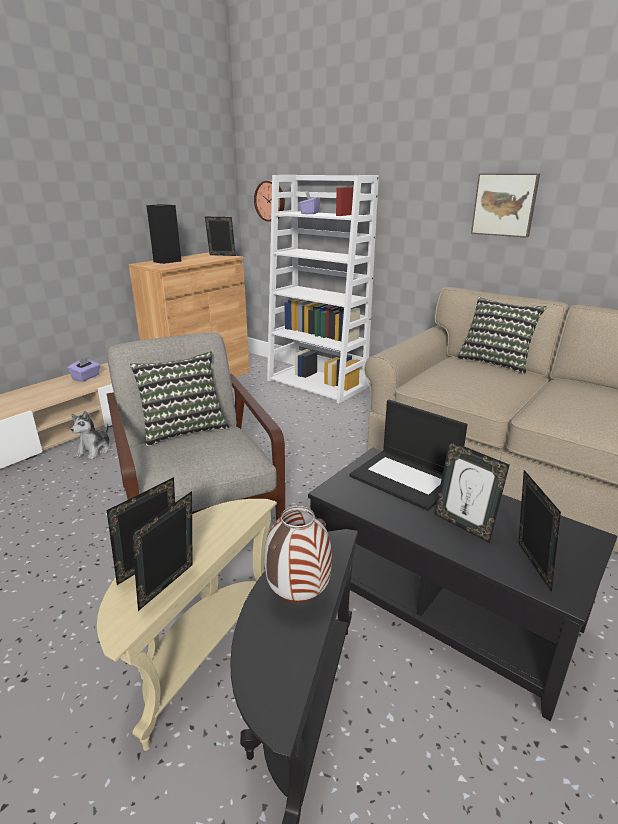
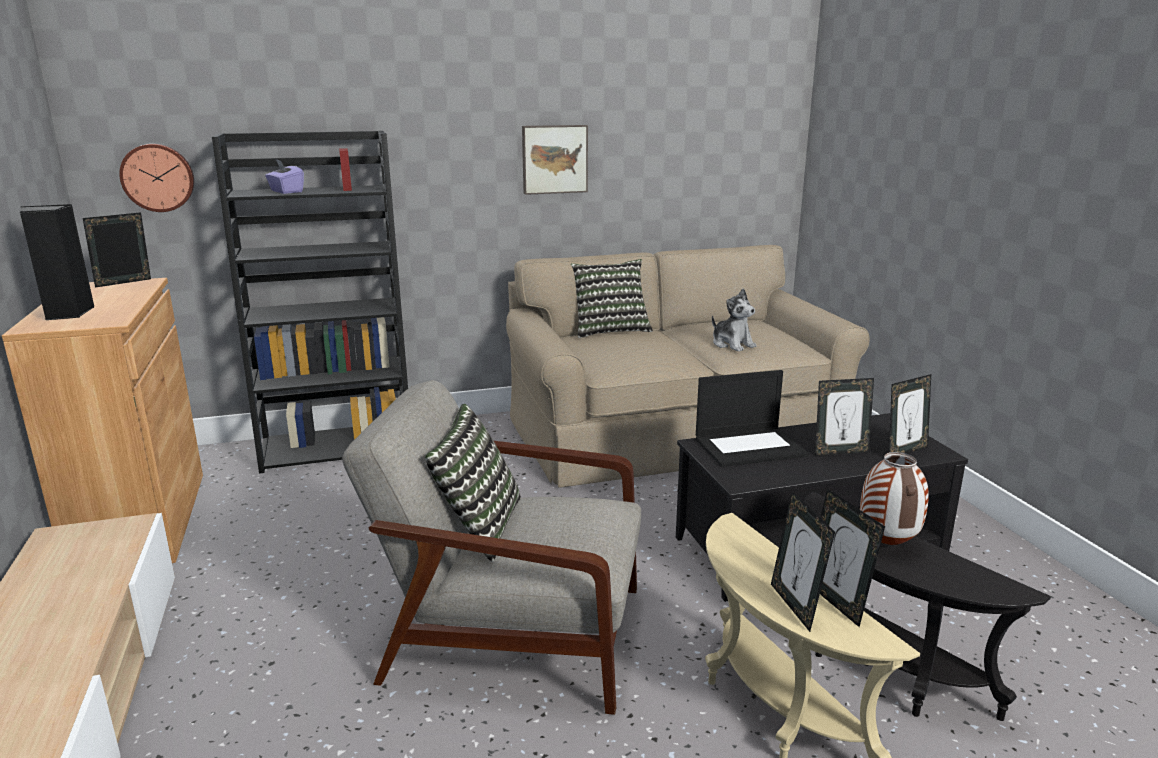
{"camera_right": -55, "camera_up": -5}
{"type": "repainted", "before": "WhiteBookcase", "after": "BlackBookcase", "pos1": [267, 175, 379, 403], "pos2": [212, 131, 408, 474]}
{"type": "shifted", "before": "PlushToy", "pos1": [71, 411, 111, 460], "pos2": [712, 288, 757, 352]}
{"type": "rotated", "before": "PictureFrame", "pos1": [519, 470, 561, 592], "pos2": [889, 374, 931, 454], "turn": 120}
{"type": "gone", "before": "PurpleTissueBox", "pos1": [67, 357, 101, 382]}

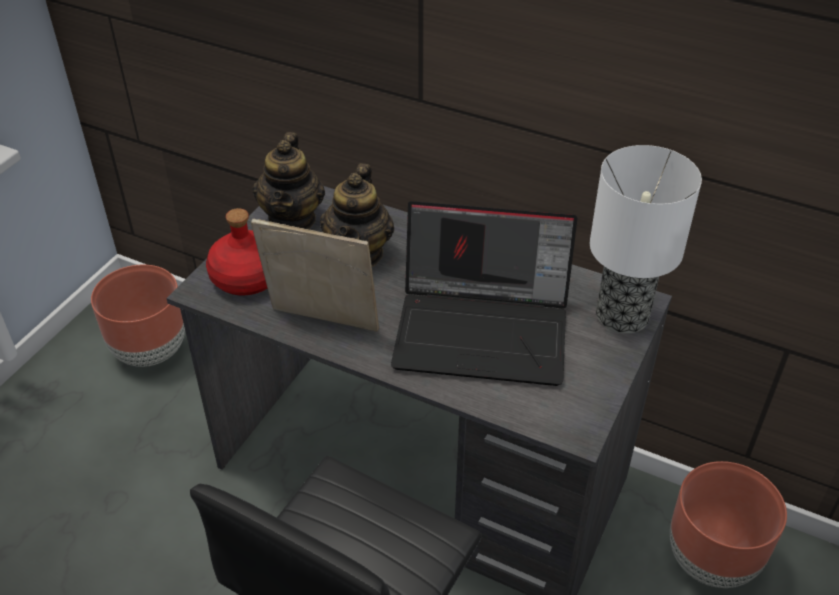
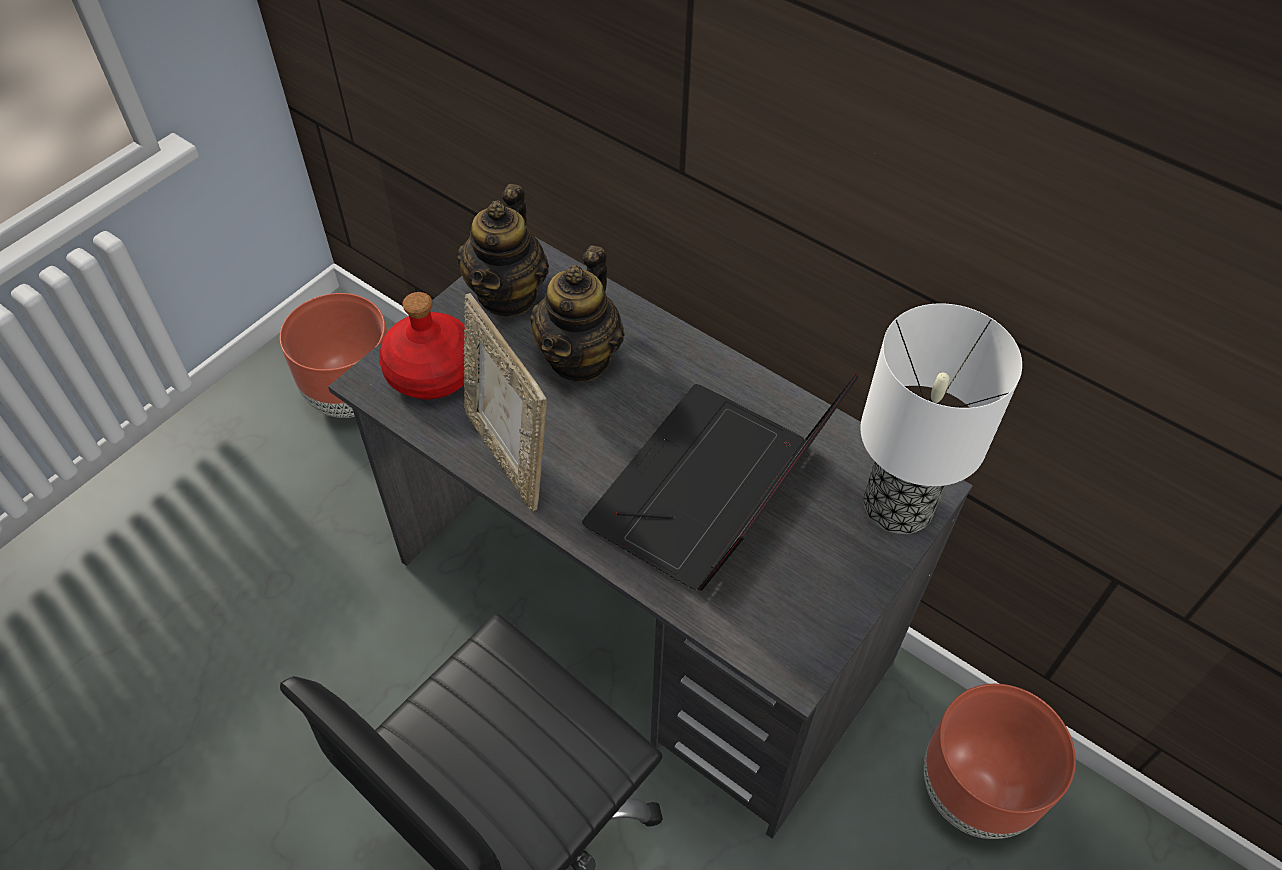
{"camera_right": 10, "camera_up": 10}
{"type": "rotated", "before": "PictureFrame", "pos1": [251, 219, 379, 331], "pos2": [464, 293, 547, 511], "turn": -150}
{"type": "rotated", "before": "Laptop", "pos1": [391, 201, 578, 386], "pos2": [582, 374, 858, 591], "turn": 105}

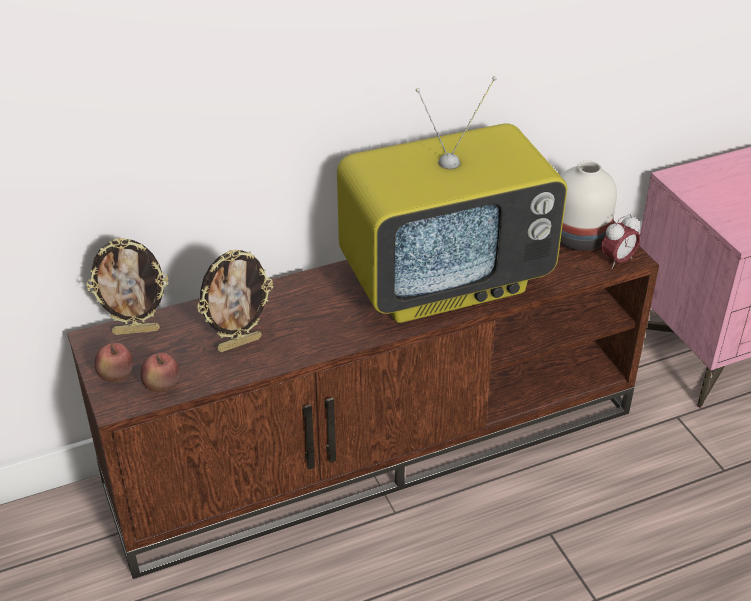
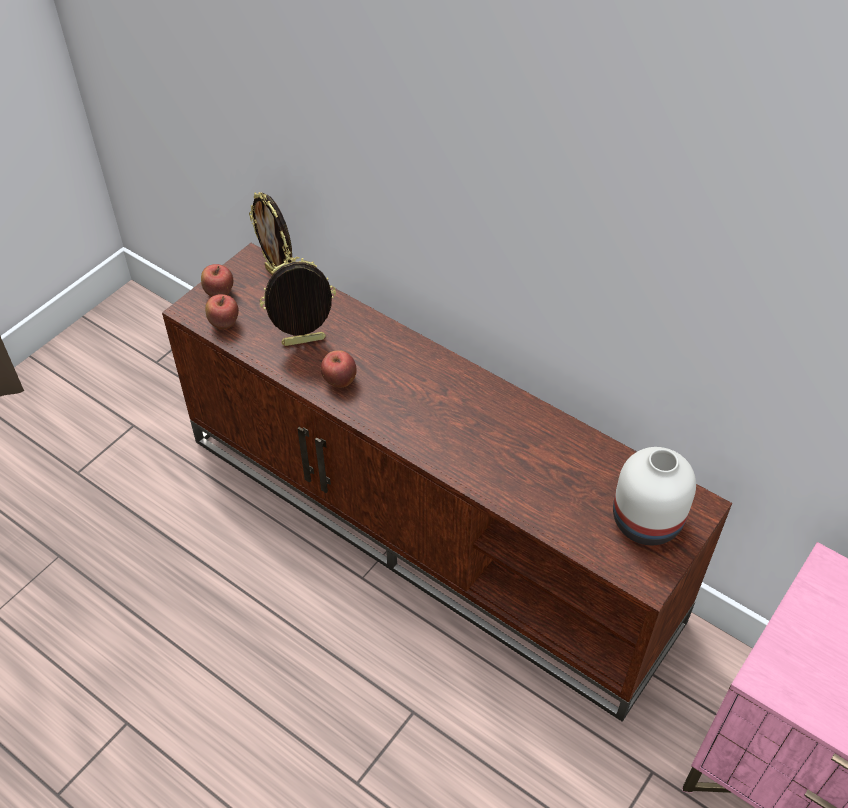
{"camera_right": 60, "camera_up": 10}
{"type": "rotated", "before": "PictureFrame", "pos1": [197, 250, 273, 352], "pos2": [260, 257, 336, 346], "turn": 135}
{"type": "new", "after": "Apple", "pos2": [321, 350, 357, 387]}
{"type": "gone", "before": "Television", "pos1": [337, 76, 567, 323]}
{"type": "gone", "before": "AlarmClock", "pos1": [601, 214, 640, 269]}

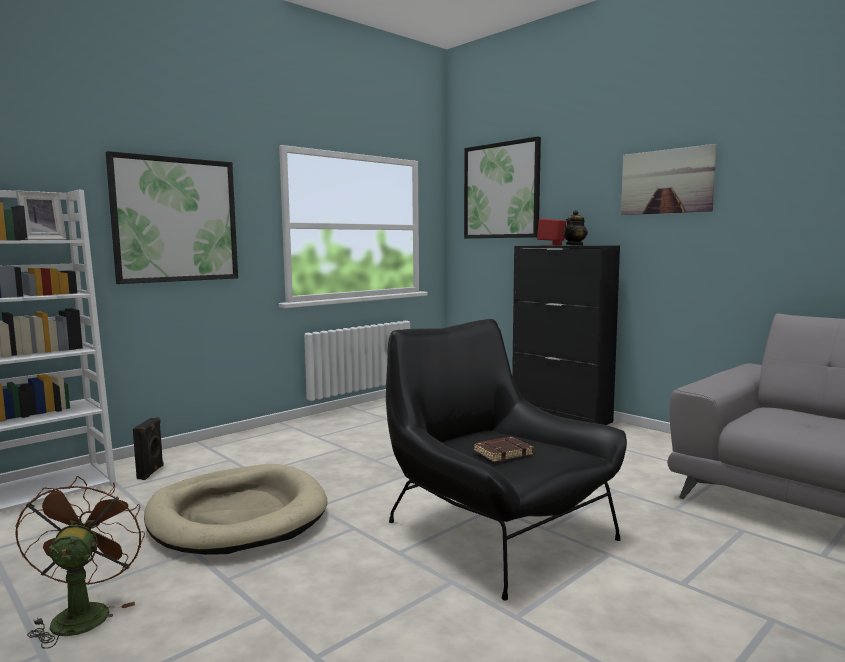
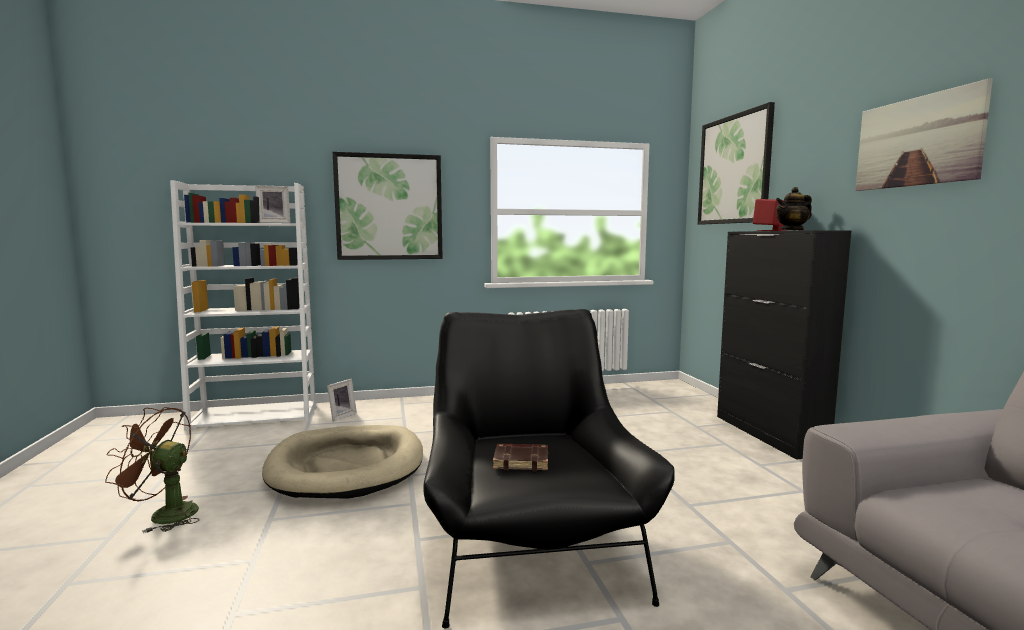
{"camera_right": 30, "camera_up": 0}
{"type": "rotated", "before": "BrownFan", "pos1": [15, 476, 145, 649], "pos2": [105, 407, 199, 533], "turn": -105}
{"type": "swapped", "before": "BlackSpeaker", "after": "PictureFrame", "pos1": [133, 417, 164, 480], "pos2": [327, 379, 357, 422]}

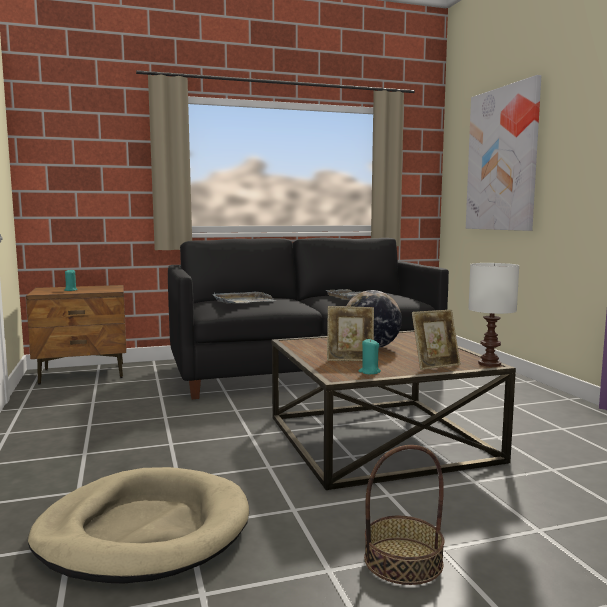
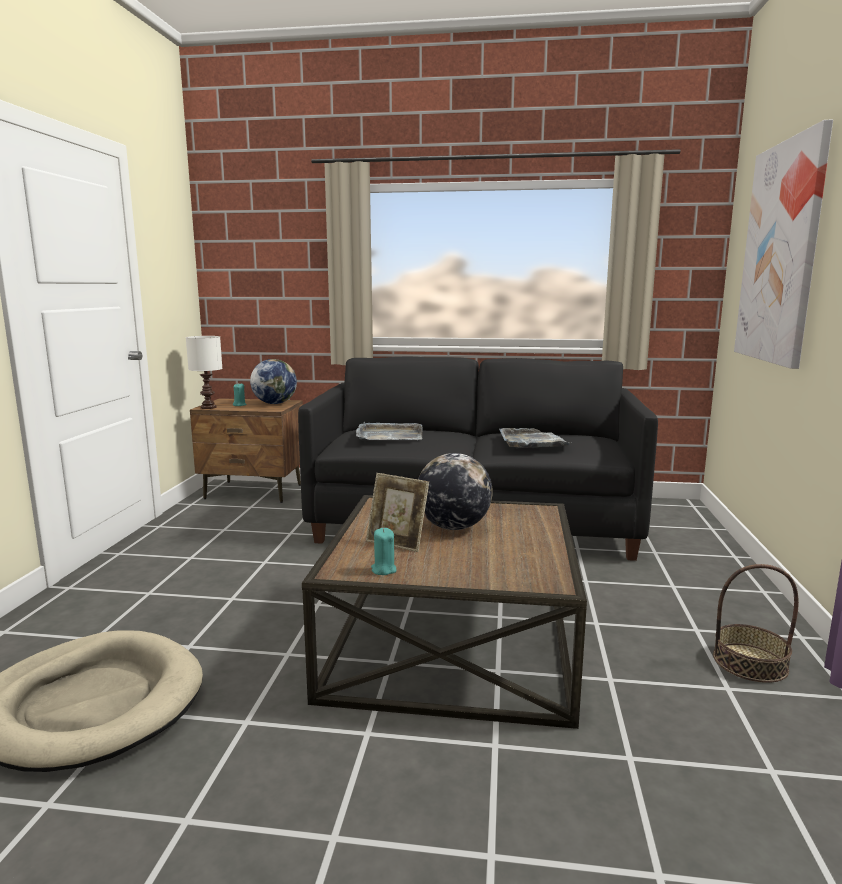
{"camera_right": 25, "camera_up": 5}
{"type": "shifted", "before": "WhiteTableLamp", "pos1": [468, 263, 519, 367], "pos2": [186, 336, 223, 409]}
{"type": "new", "after": "Globe", "pos2": [250, 359, 297, 404]}
{"type": "shifted", "before": "Basket", "pos1": [364, 445, 444, 585], "pos2": [713, 564, 799, 683]}
{"type": "gone", "before": "PictureFrame", "pos1": [412, 310, 461, 370]}

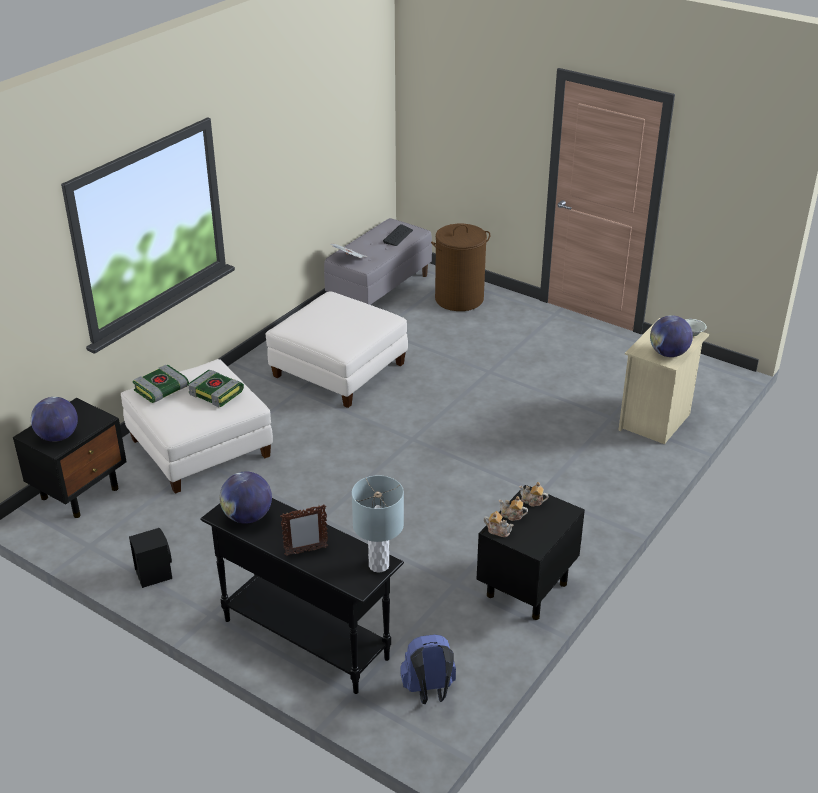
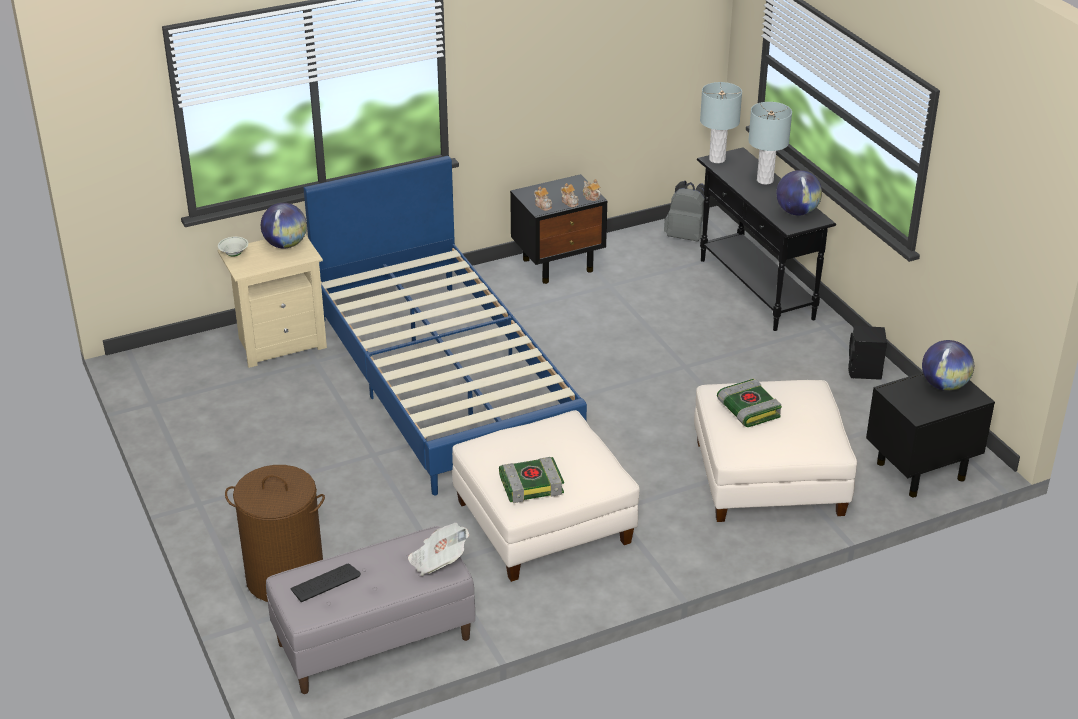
{"camera_right": -150, "camera_up": 0}
{"type": "new", "after": "BlueBed", "pos2": [304, 156, 587, 496]}
{"type": "shifted", "before": "Book", "pos1": [132, 365, 189, 403], "pos2": [499, 457, 564, 503]}
{"type": "repainted", "before": "BlueBackpack", "after": "GreyBackpack", "pos1": [400, 634, 456, 704], "pos2": [664, 181, 708, 242]}
{"type": "swapped", "before": "PictureFrame", "after": "GreyTableLamp", "pos1": [280, 504, 328, 556], "pos2": [748, 102, 792, 185]}

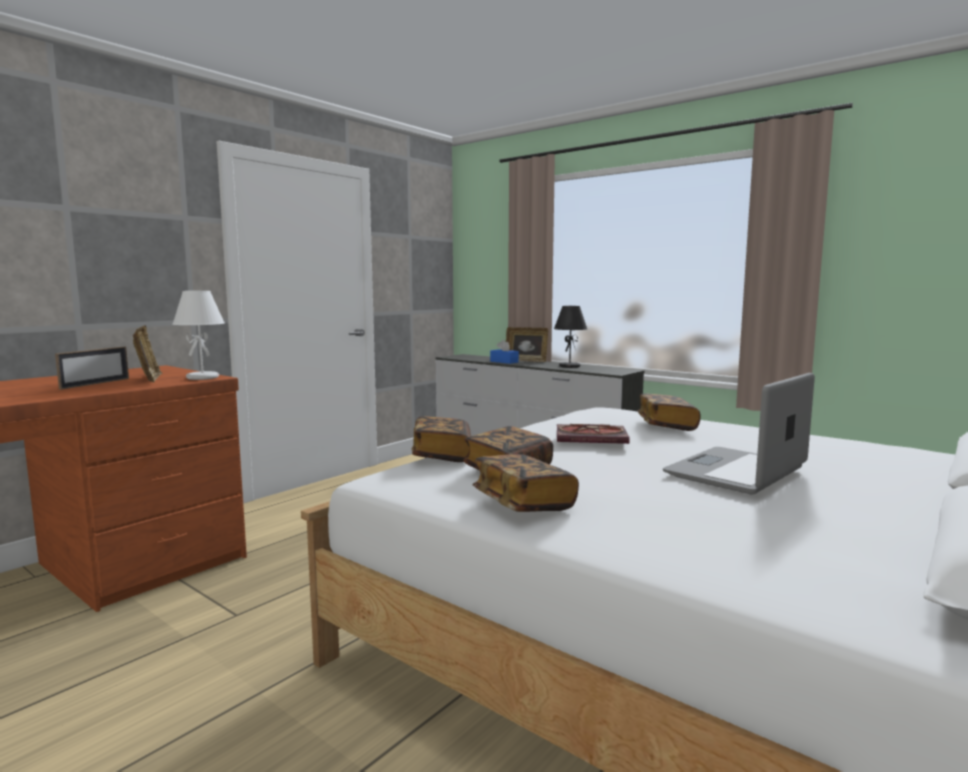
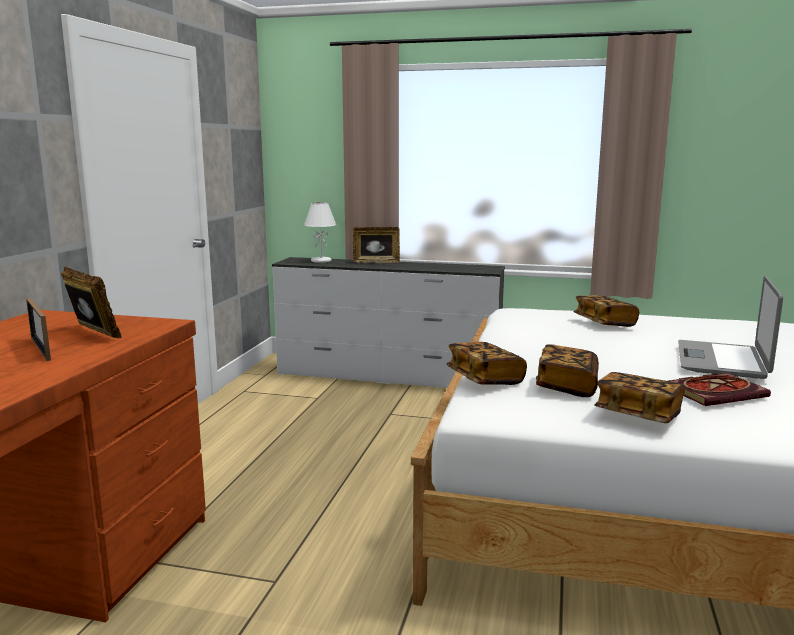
{"camera_right": -25, "camera_up": 5}
{"type": "rotated", "before": "PictureFrame", "pos1": [55, 347, 129, 390], "pos2": [26, 298, 51, 361], "turn": 150}
{"type": "shifted", "before": "WhiteTableLamp", "pos1": [172, 291, 225, 380], "pos2": [304, 202, 336, 263]}
{"type": "shifted", "before": "Book", "pos1": [557, 424, 630, 444], "pos2": [669, 373, 771, 406]}
{"type": "gone", "before": "BlueTissueBox", "pos1": [490, 340, 519, 364]}
{"type": "gone", "before": "BlackTableLamp", "pos1": [554, 306, 587, 368]}

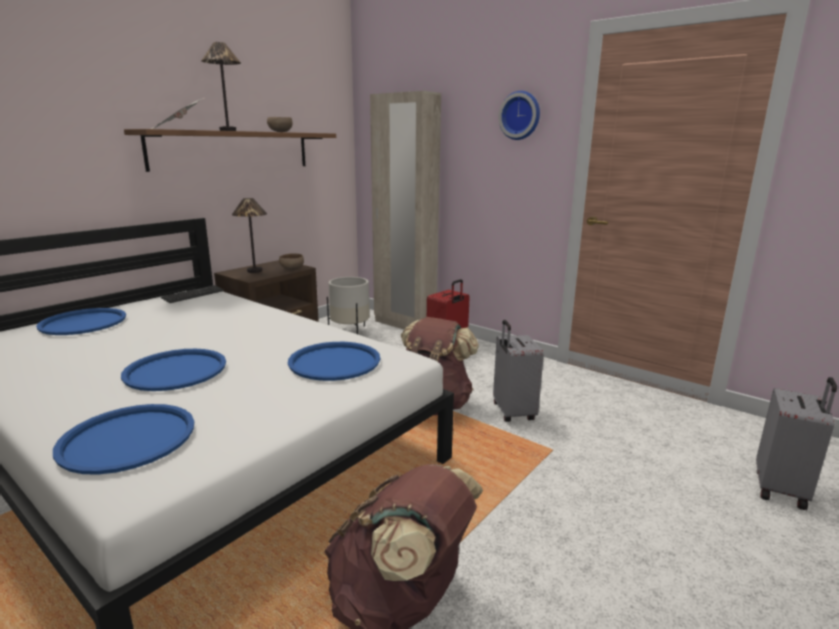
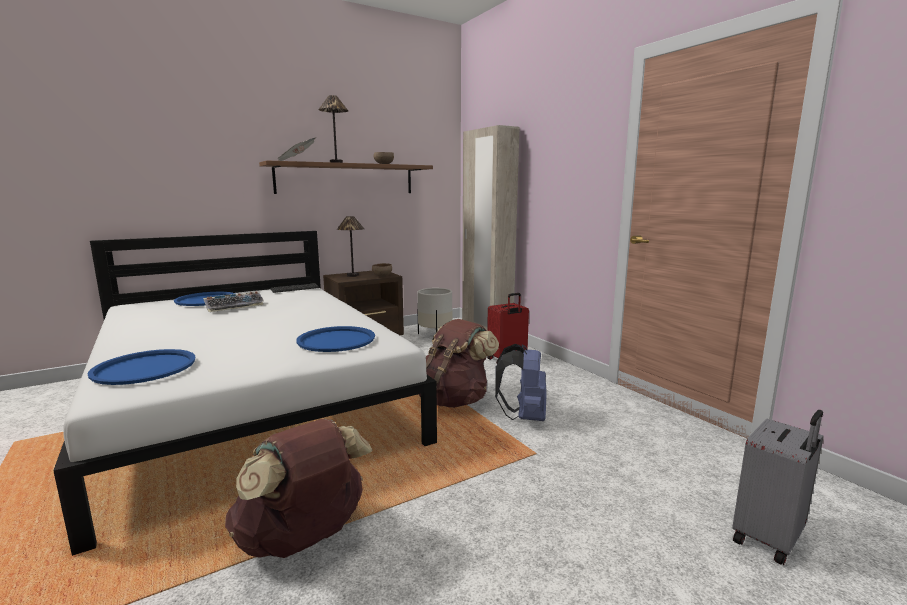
{"camera_right": 20, "camera_up": -5}
{"type": "new", "after": "Keyboard", "pos2": [203, 291, 264, 312]}
{"type": "swapped", "before": "GreySuitcase", "after": "BlueBackpack", "pos1": [493, 320, 544, 422], "pos2": [495, 344, 547, 421]}
{"type": "gone", "before": "BlueTray", "pos1": [121, 349, 226, 391]}
{"type": "gone", "before": "WallClock", "pos1": [498, 91, 540, 140]}

